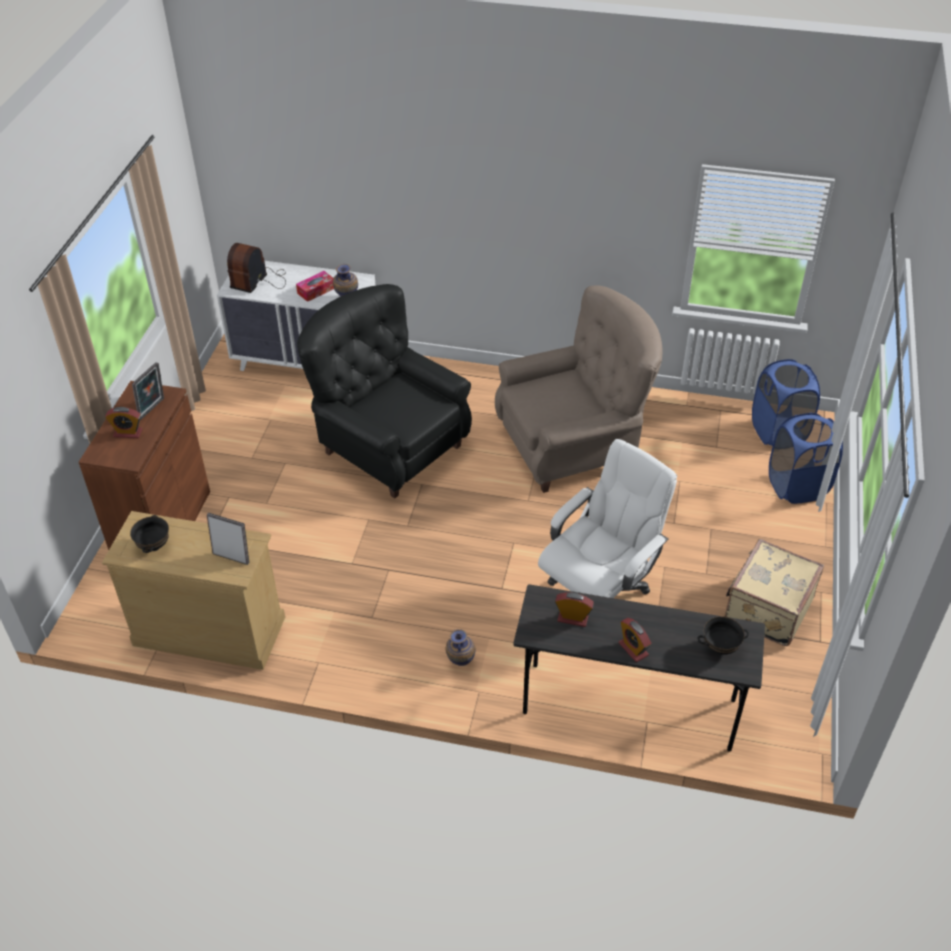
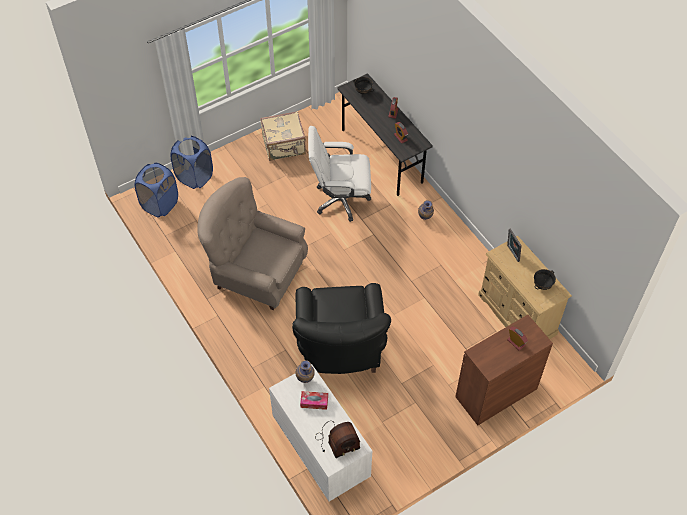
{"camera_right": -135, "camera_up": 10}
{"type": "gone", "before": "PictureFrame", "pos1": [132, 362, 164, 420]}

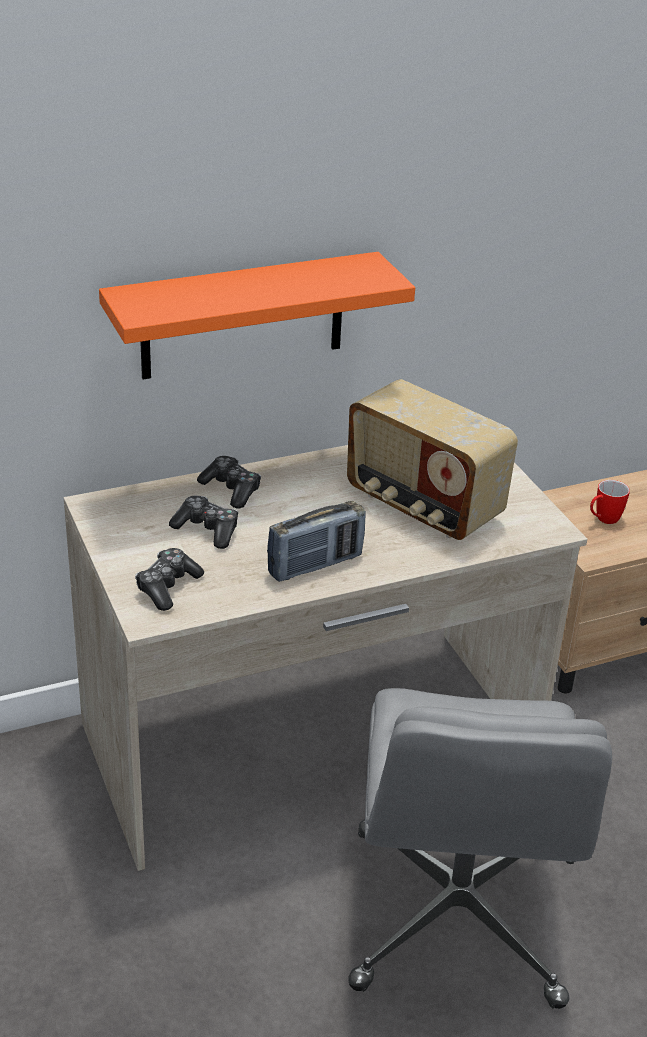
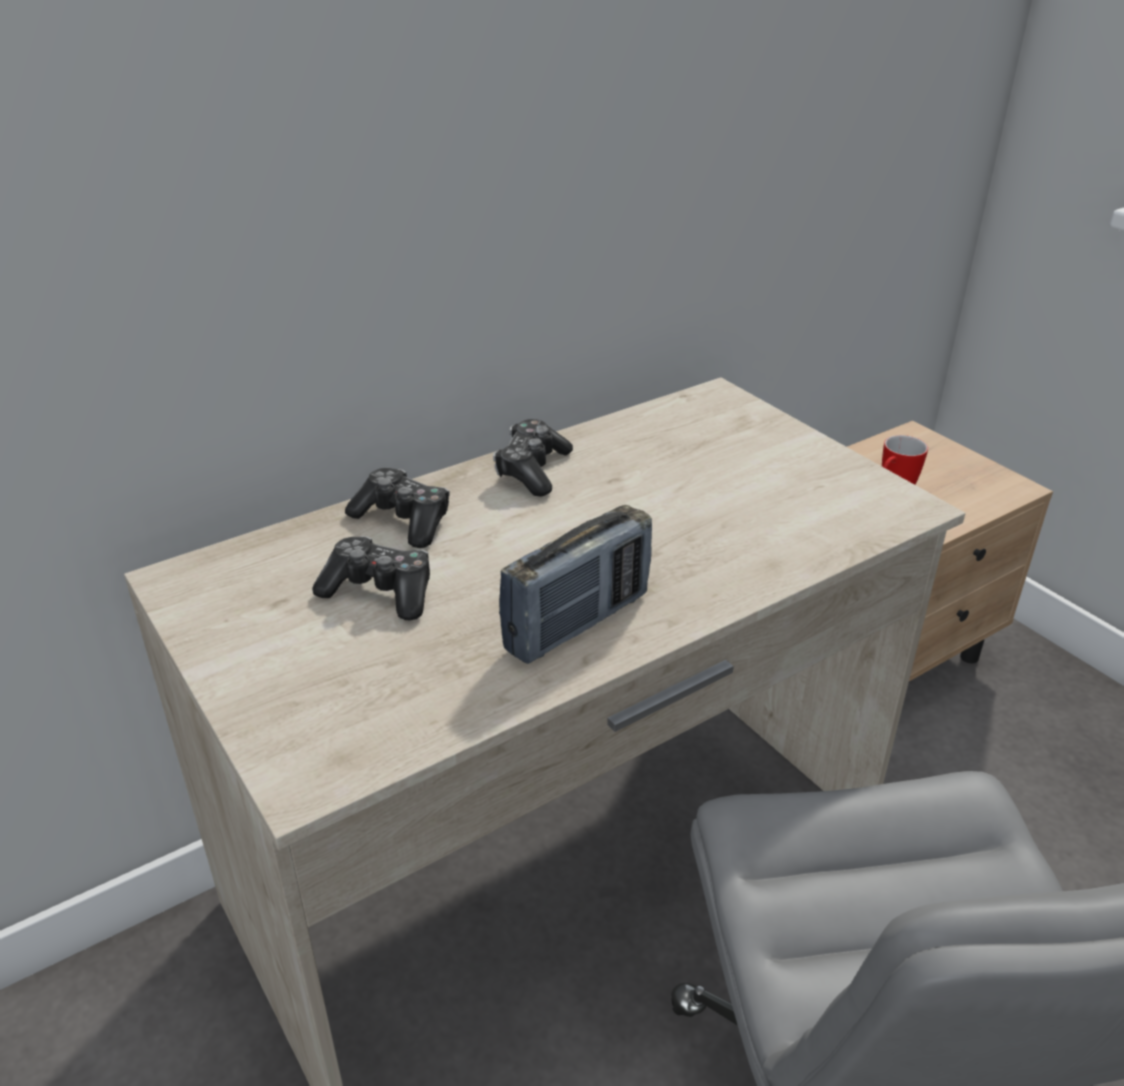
{"camera_right": -10, "camera_up": 0}
{"type": "shifted", "before": "GameController", "pos1": [135, 548, 204, 611], "pos2": [493, 419, 573, 497]}
{"type": "gone", "before": "OrangeShelf", "pos1": [99, 252, 415, 379]}
{"type": "gone", "before": "Radio", "pos1": [347, 379, 518, 540]}

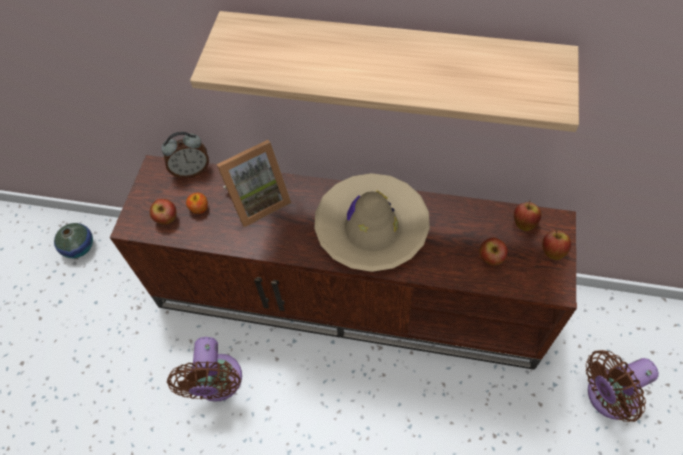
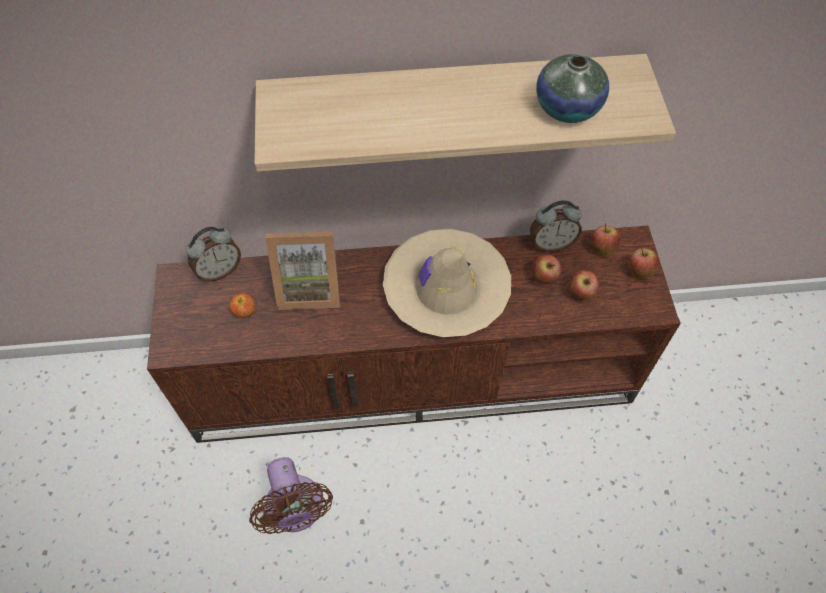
{"camera_right": -20, "camera_up": 0}
{"type": "rotated", "before": "PictureFrame", "pos1": [217, 140, 291, 227], "pos2": [265, 232, 340, 310], "turn": 45}
{"type": "new", "after": "AlarmClock", "pos2": [530, 200, 582, 252]}
{"type": "shifted", "before": "Apple", "pos1": [150, 199, 177, 225], "pos2": [531, 255, 561, 283]}
{"type": "shifted", "before": "Vase", "pos1": [54, 223, 93, 258], "pos2": [536, 54, 609, 123]}
{"type": "gone", "before": "BrownFan", "pos1": [586, 350, 659, 422]}

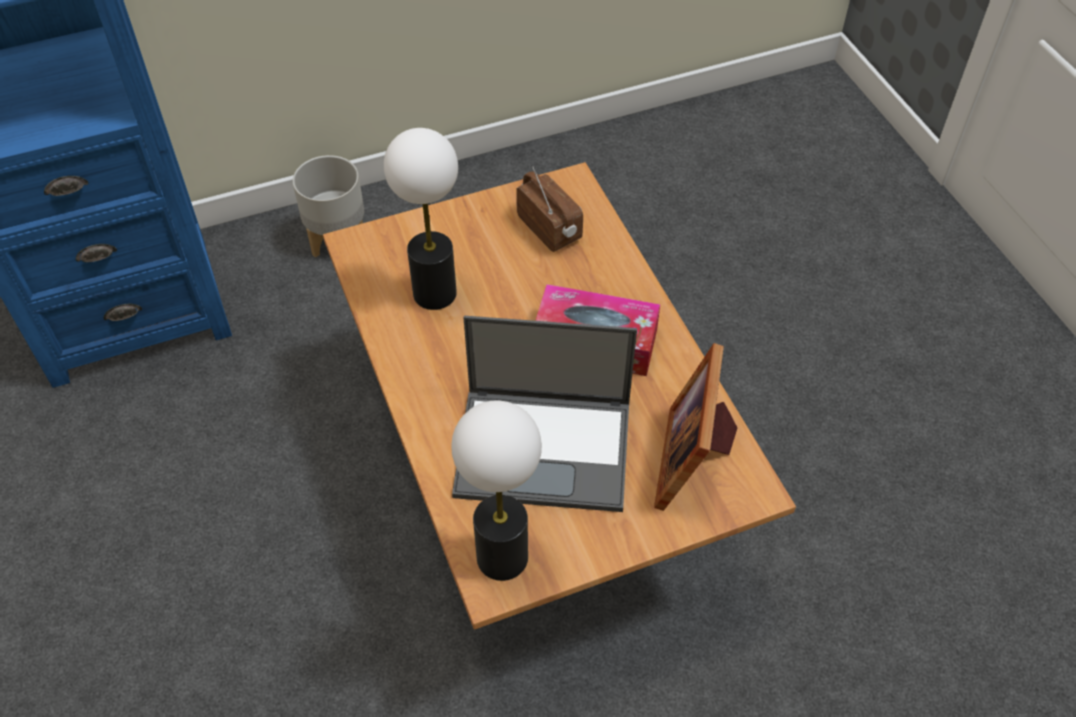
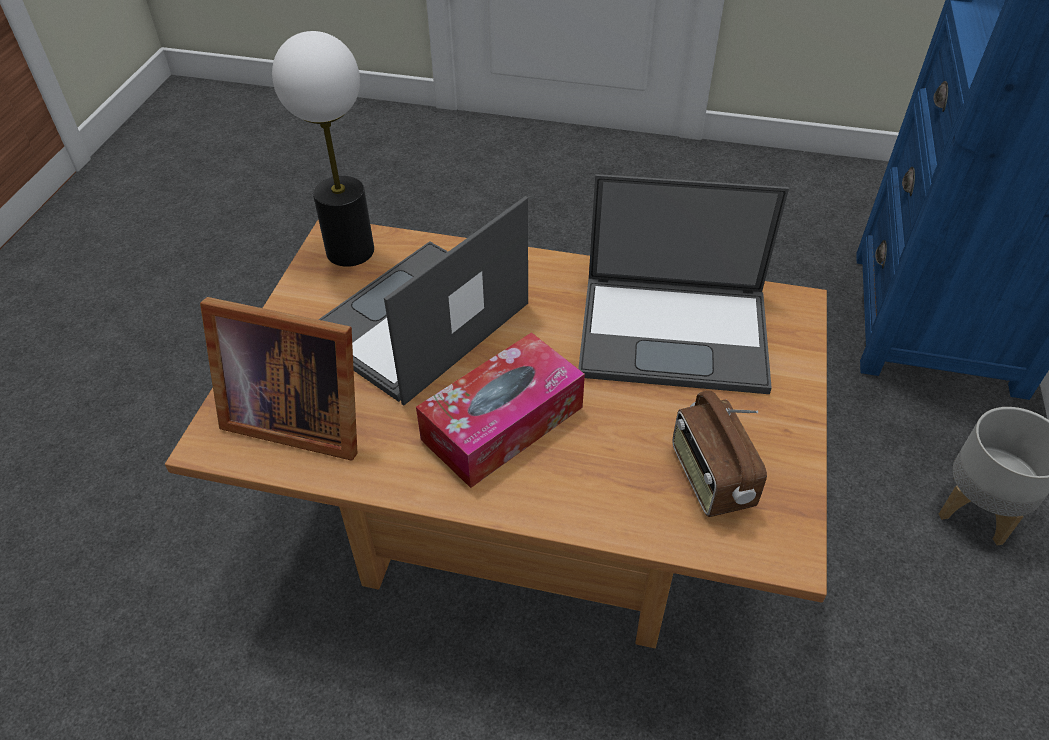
{"camera_right": 125, "camera_up": -5}
{"type": "rotated", "before": "PictureFrame", "pos1": [654, 343, 738, 511], "pos2": [200, 297, 357, 461], "turn": 150}
{"type": "swapped", "before": "TableLamp", "after": "Laptop", "pos1": [384, 128, 458, 310], "pos2": [578, 174, 789, 394]}
{"type": "rotated", "before": "Radio", "pos1": [516, 166, 583, 252], "pos2": [672, 391, 767, 517], "turn": 75}

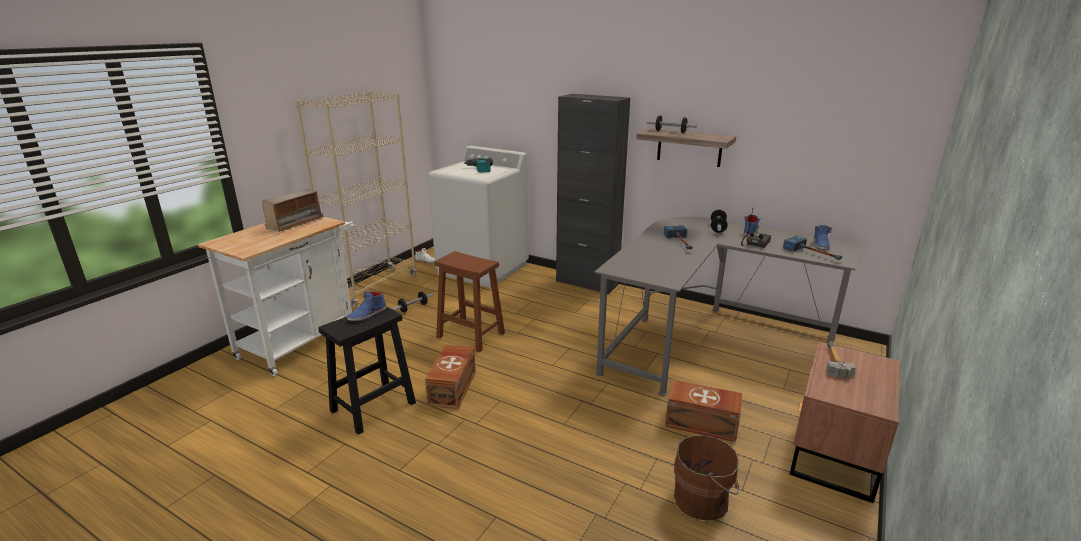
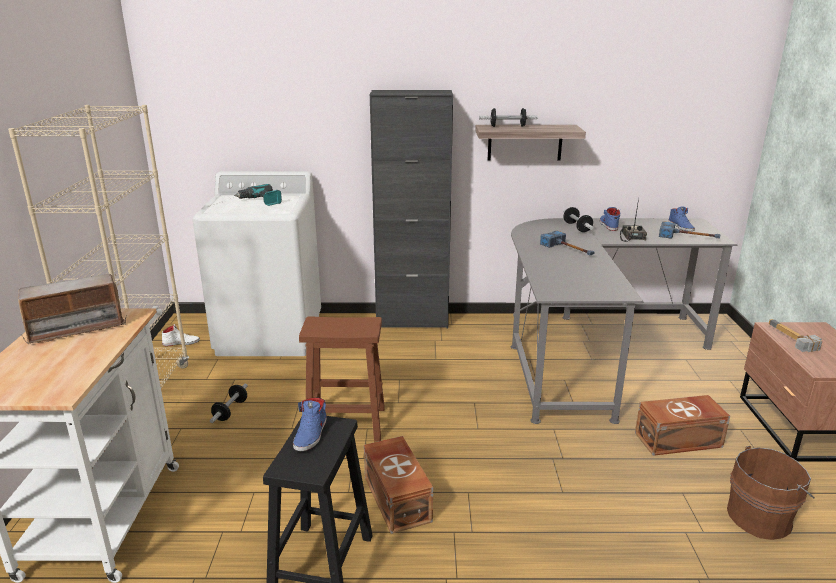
{"camera_right": -30, "camera_up": 0}
{"type": "rotated", "before": "Radio", "pos1": [262, 189, 323, 232], "pos2": [18, 274, 127, 344], "turn": 60}

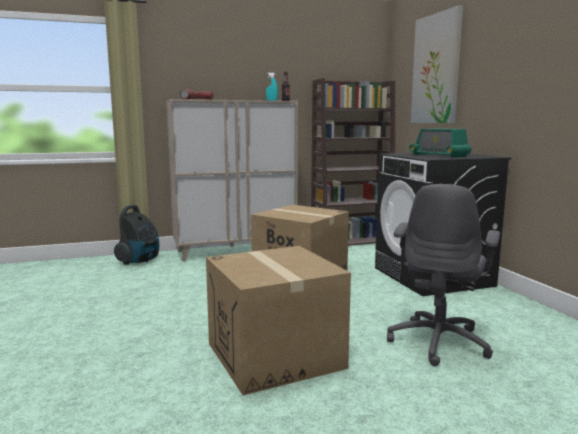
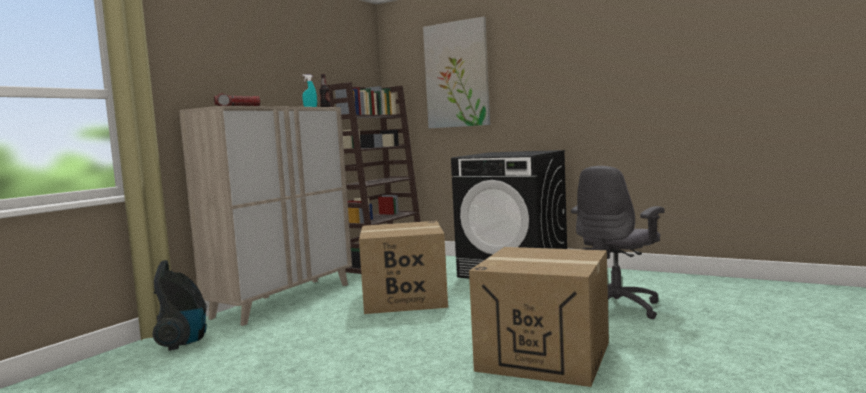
{"camera_right": -40, "camera_up": -5}
{"type": "rotated", "before": "GreyOfficeChair", "pos1": [387, 184, 500, 366], "pos2": [571, 166, 665, 319], "turn": 60}
{"type": "gone", "before": "Radio", "pos1": [409, 129, 472, 157]}

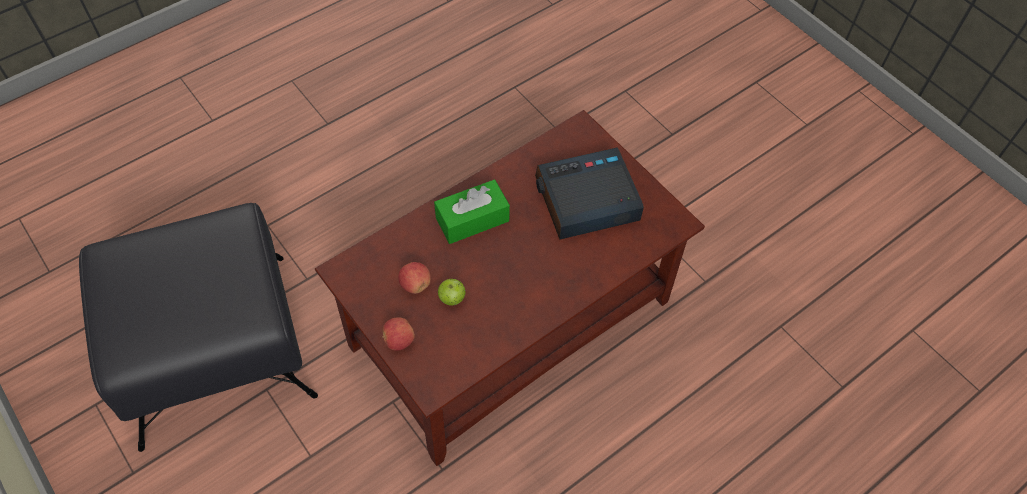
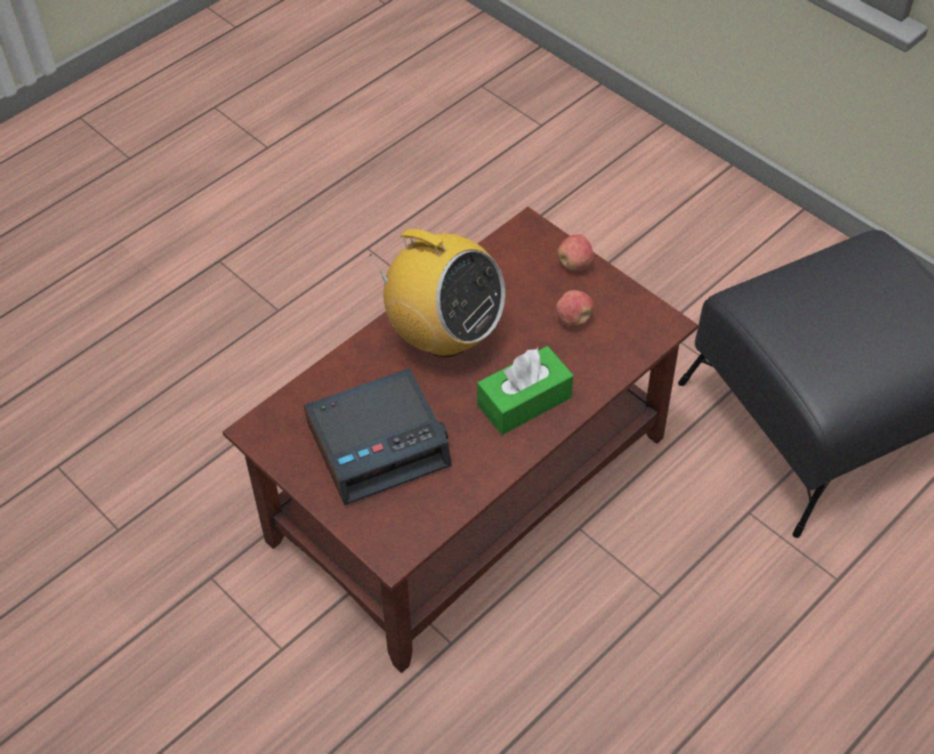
{"camera_right": 175, "camera_up": -5}
{"type": "new", "after": "Radio", "pos2": [369, 229, 505, 357]}
{"type": "gone", "before": "Apple", "pos1": [438, 279, 466, 306]}

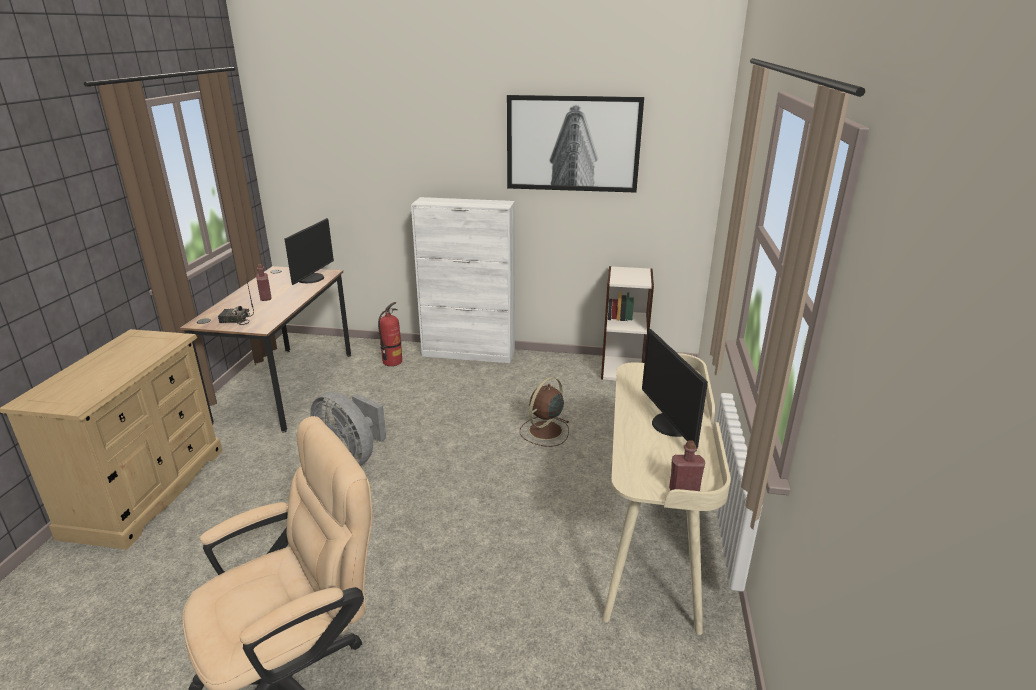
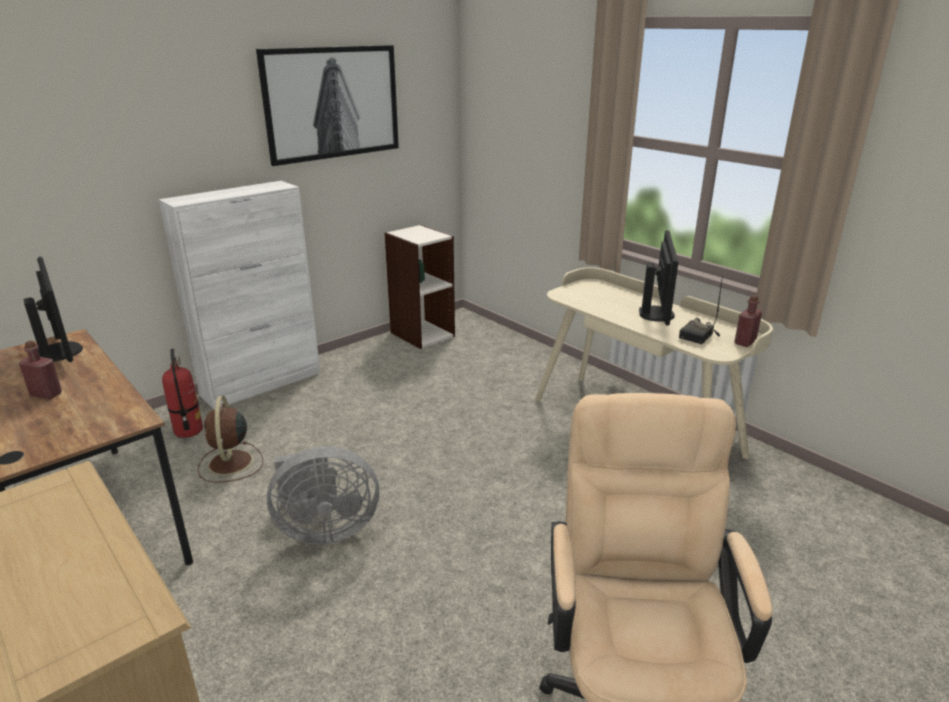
{"camera_right": -50, "camera_up": 0}
{"type": "shifted", "before": "BrownFan", "pos1": [520, 377, 569, 447], "pos2": [198, 396, 263, 483]}
{"type": "rotated", "before": "Monitor", "pos1": [642, 329, 708, 448], "pos2": [639, 230, 679, 326], "turn": -105}
{"type": "shifted", "before": "Radio", "pos1": [218, 278, 254, 325], "pos2": [679, 276, 723, 344]}

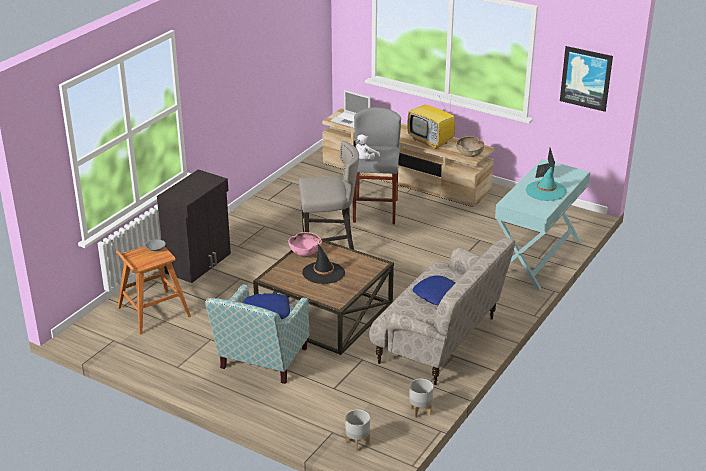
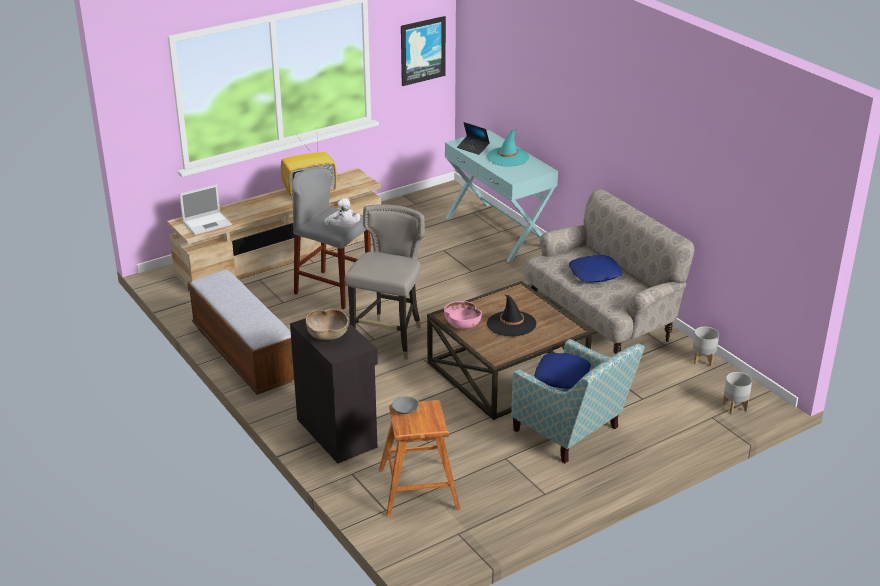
{"camera_right": -65, "camera_up": 0}
{"type": "new", "after": "Bench", "pos2": [187, 270, 294, 395]}
{"type": "shifted", "before": "BrownBowl", "pos1": [456, 136, 484, 157], "pos2": [306, 309, 349, 340]}

